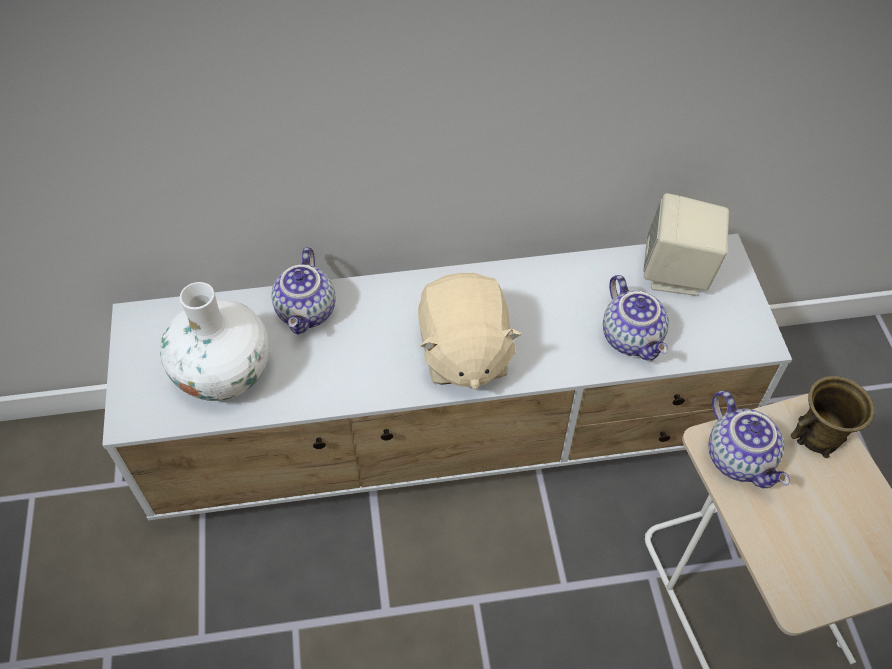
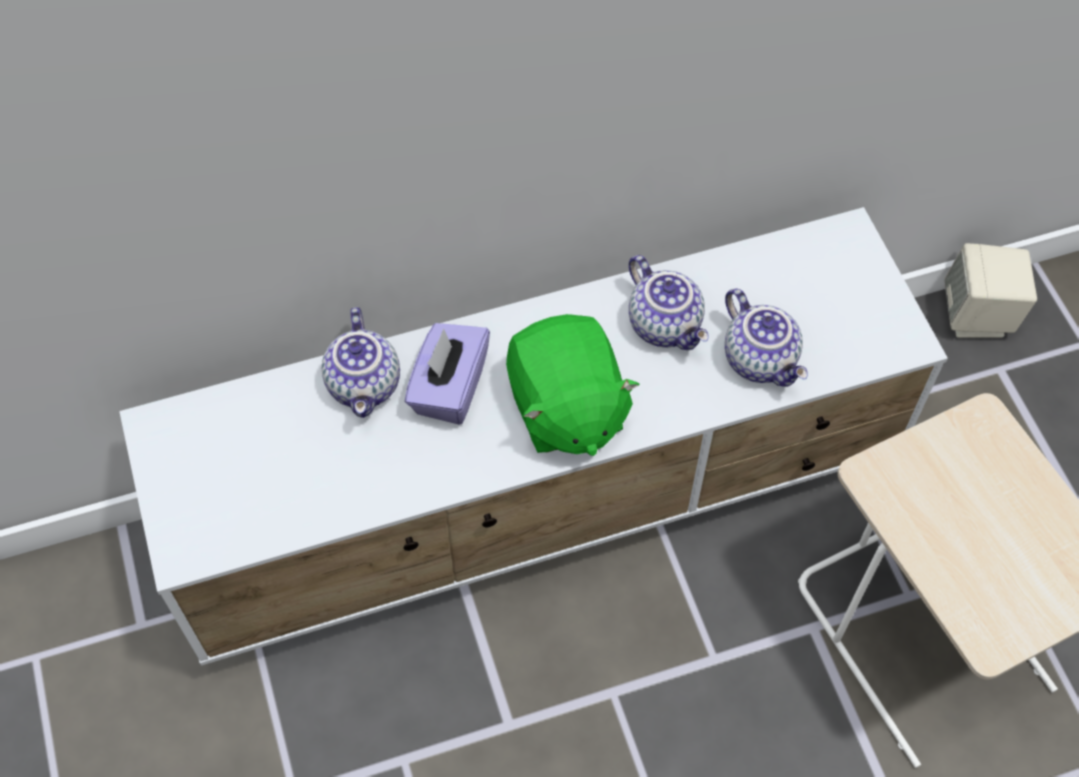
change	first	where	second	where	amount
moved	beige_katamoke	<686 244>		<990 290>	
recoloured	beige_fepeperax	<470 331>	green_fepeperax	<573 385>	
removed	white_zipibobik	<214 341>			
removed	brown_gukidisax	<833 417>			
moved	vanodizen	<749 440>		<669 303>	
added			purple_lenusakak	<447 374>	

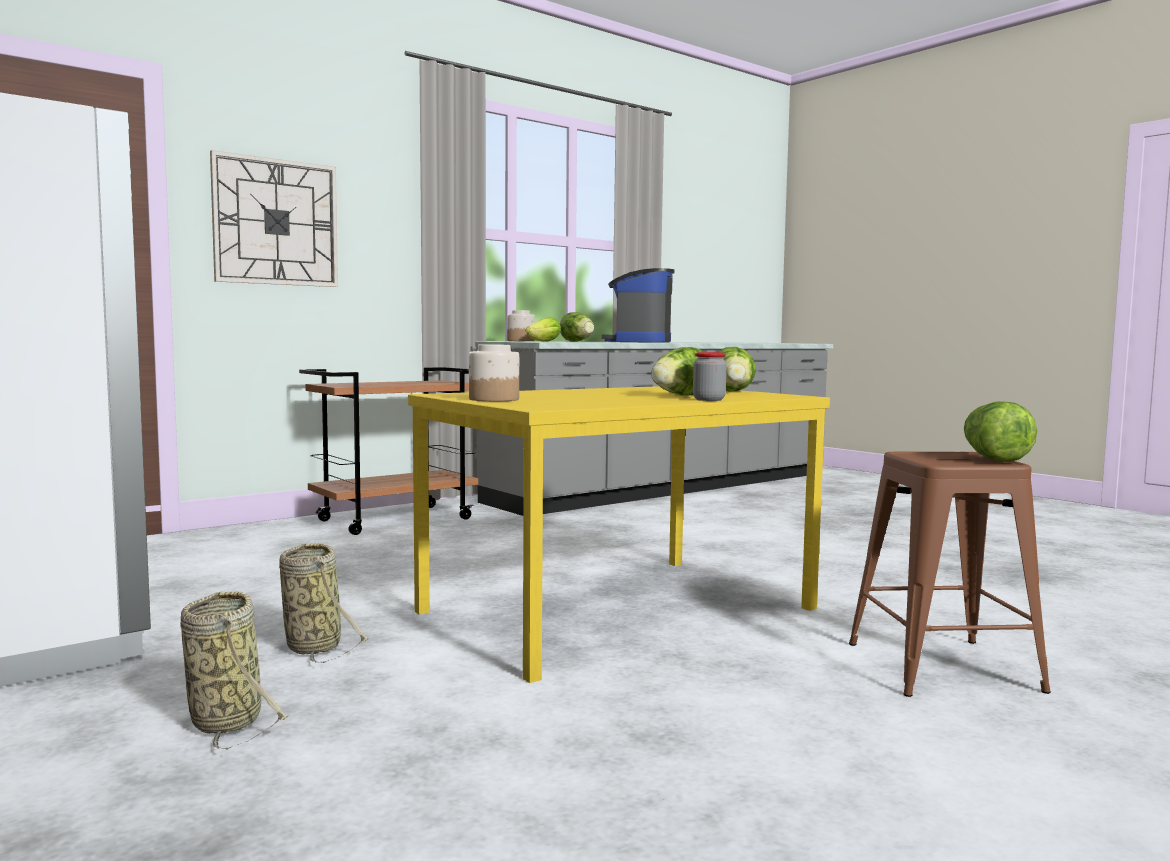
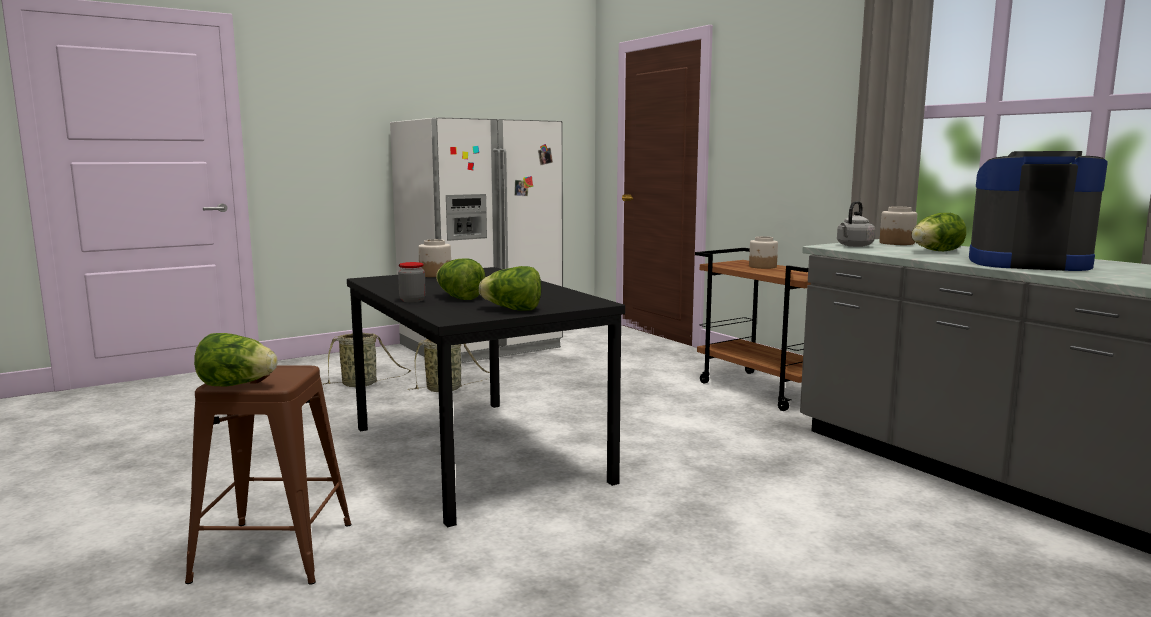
change	first	where	second	where	amount
removed	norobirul	<274 218>			
replaced	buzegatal	<543 330>	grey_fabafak	<856 224>	
recoloured	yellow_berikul	<619 534>	black_berikul	<486 397>	
added			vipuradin	<763 252>	

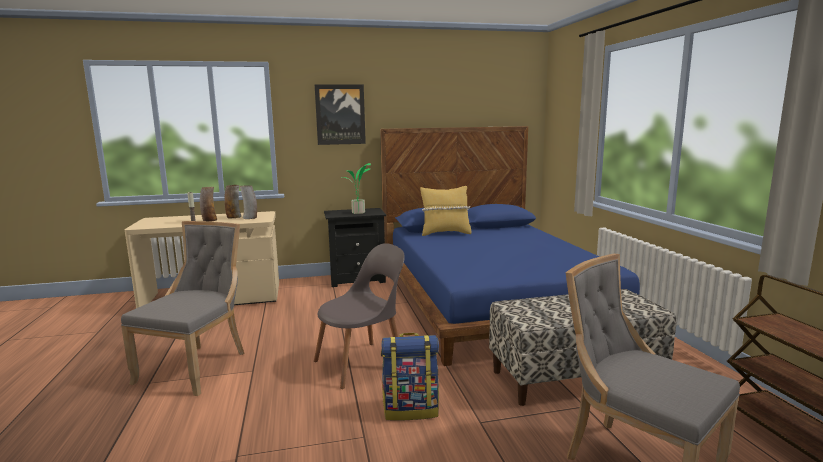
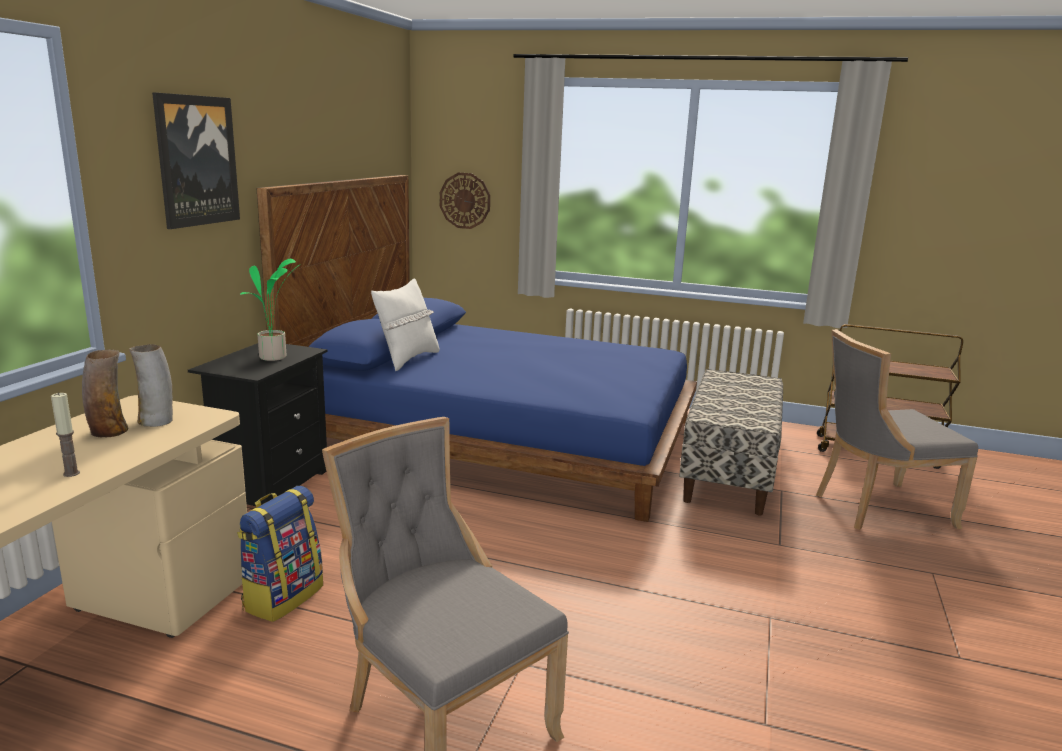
change	first	where	second	where	amount
recoloured	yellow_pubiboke	<445 211>	white_pubiboke	<405 325>	
removed	zipibobik	<208 204>			
removed	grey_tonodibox	<359 316>			
moved	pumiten	<410 377>		<280 554>	
added			norobirul	<465 201>	

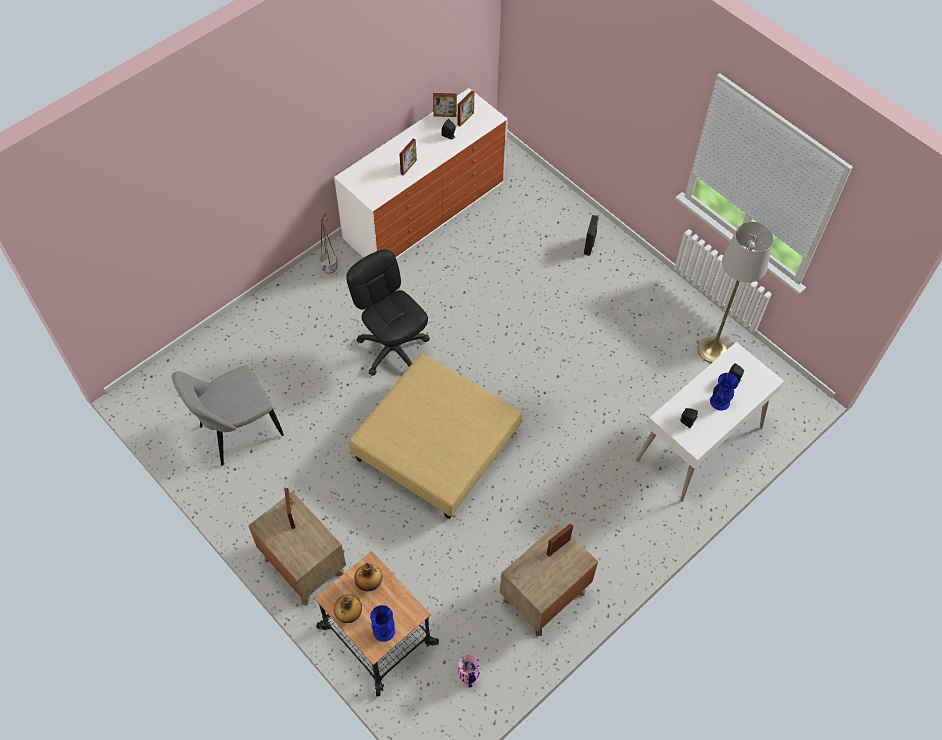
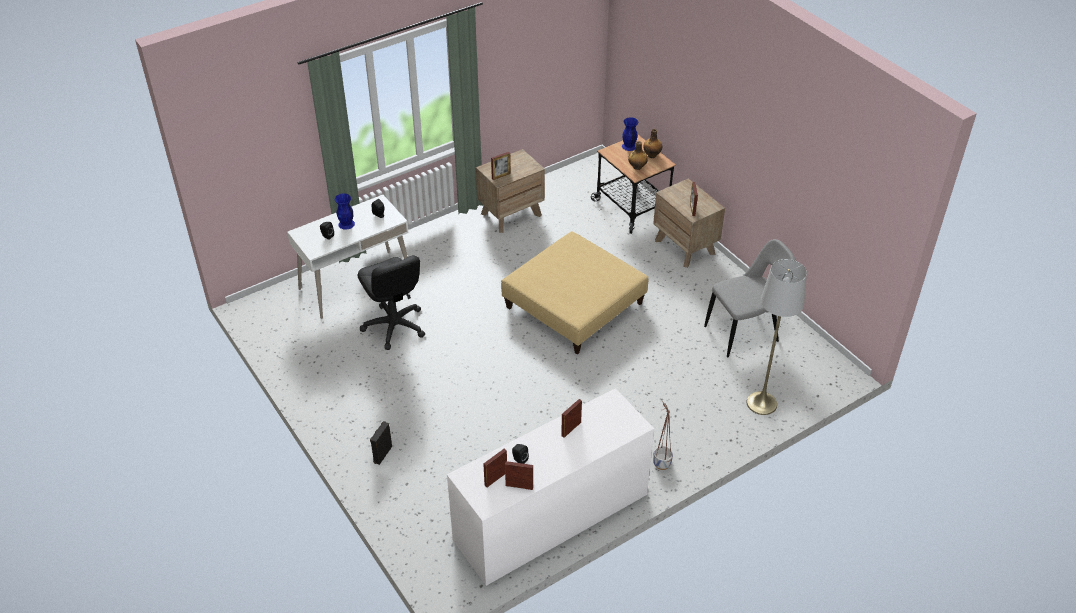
change	first	where	second	where	amount
moved	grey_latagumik	<736 292>		<777 337>	
moved	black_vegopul	<388 312>		<391 302>	
removed	pink_zipibobik	<469 671>			

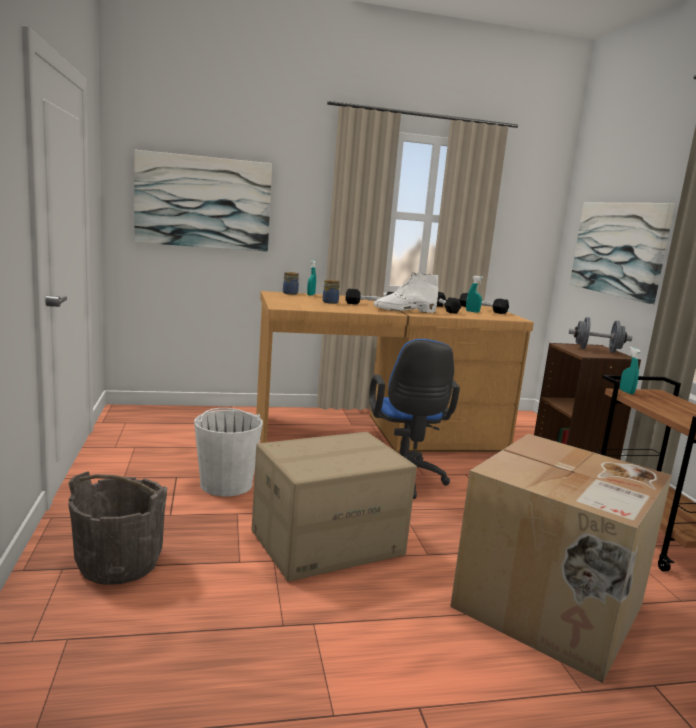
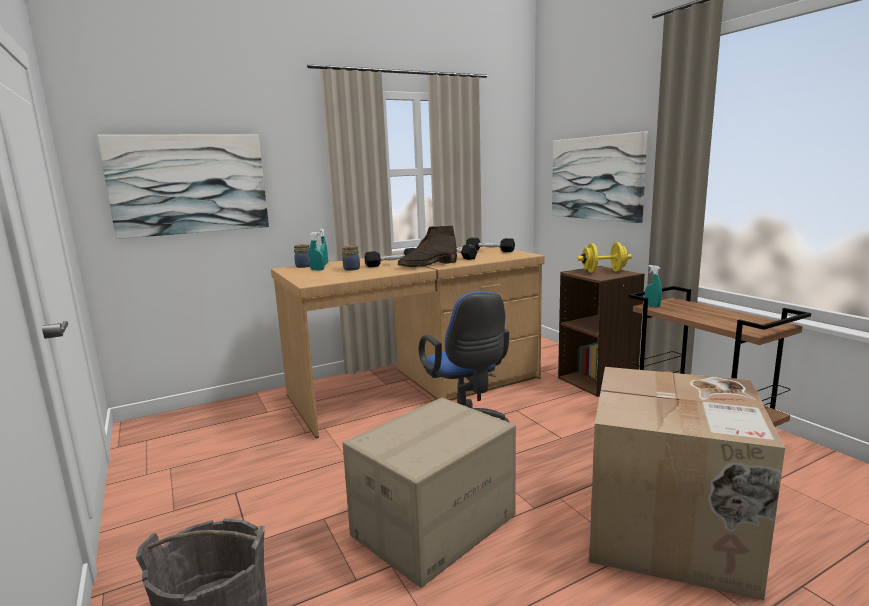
change	first	where	second	where	amount
recoloured	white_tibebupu	<406 293>	brown_tibebupu	<427 246>	
moved	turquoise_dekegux	<474 294>		<316 251>	
recoloured	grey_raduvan	<600 335>	yellow_raduvan	<604 257>	
removed	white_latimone	<228 452>			

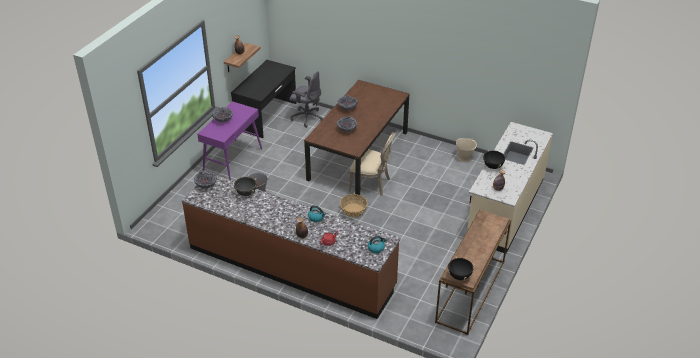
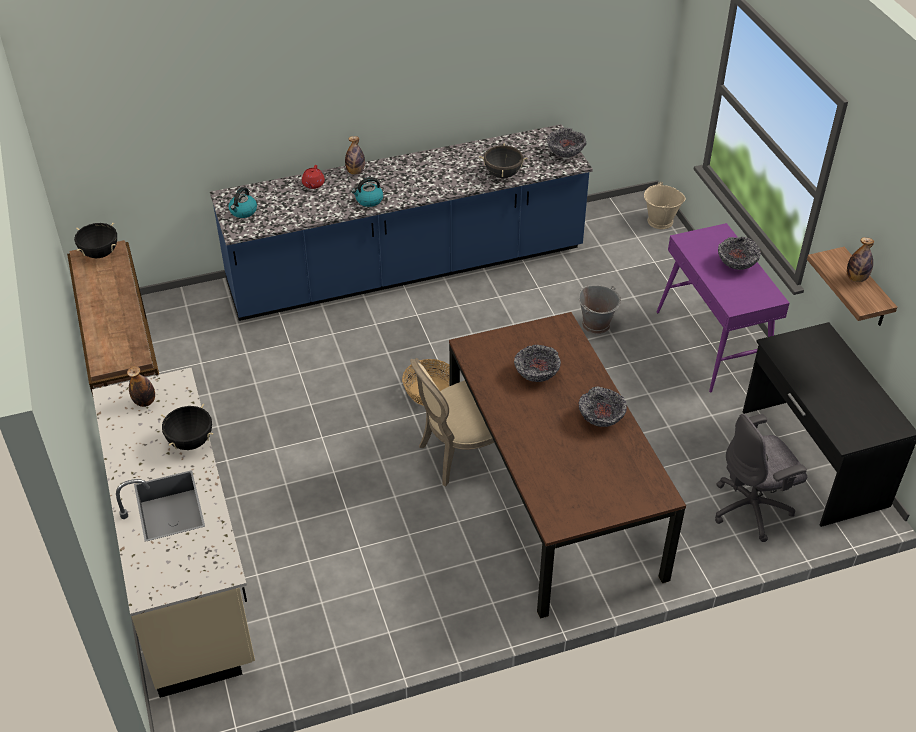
change	first	where	second	where	amount
moved	beige_latimone	<466 150>		<665 205>	
recoloured	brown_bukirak	<291 247>	blue_bukirak	<401 222>	

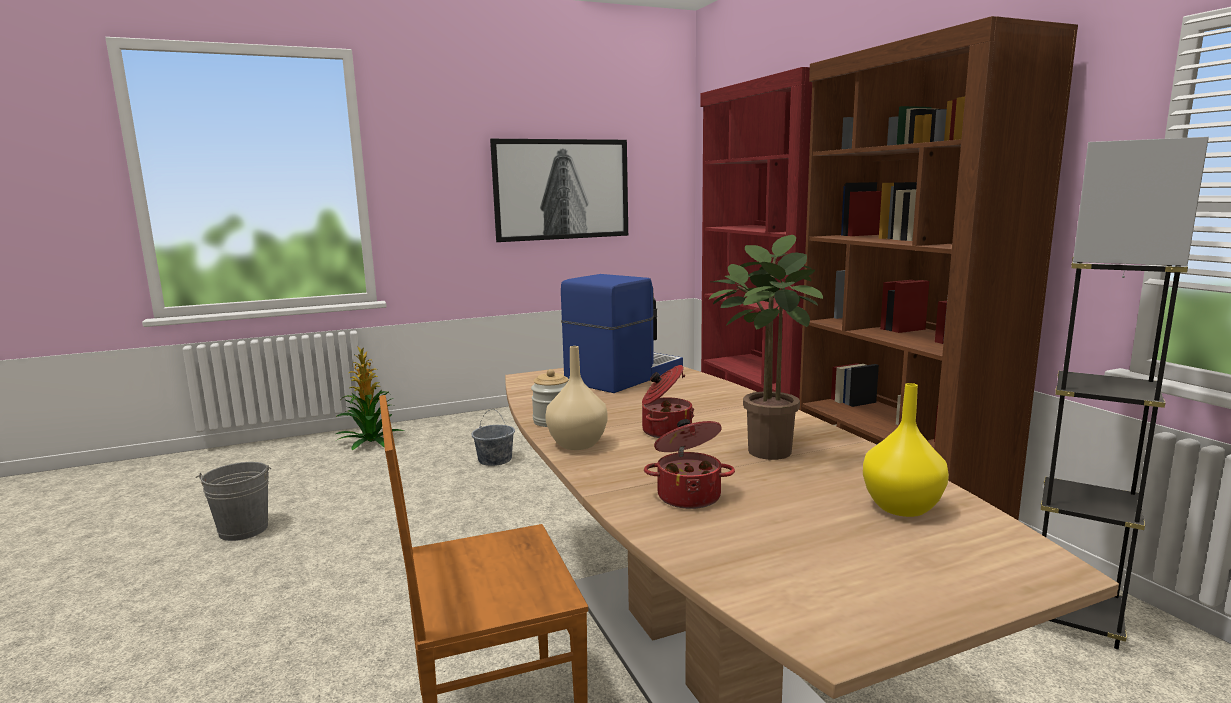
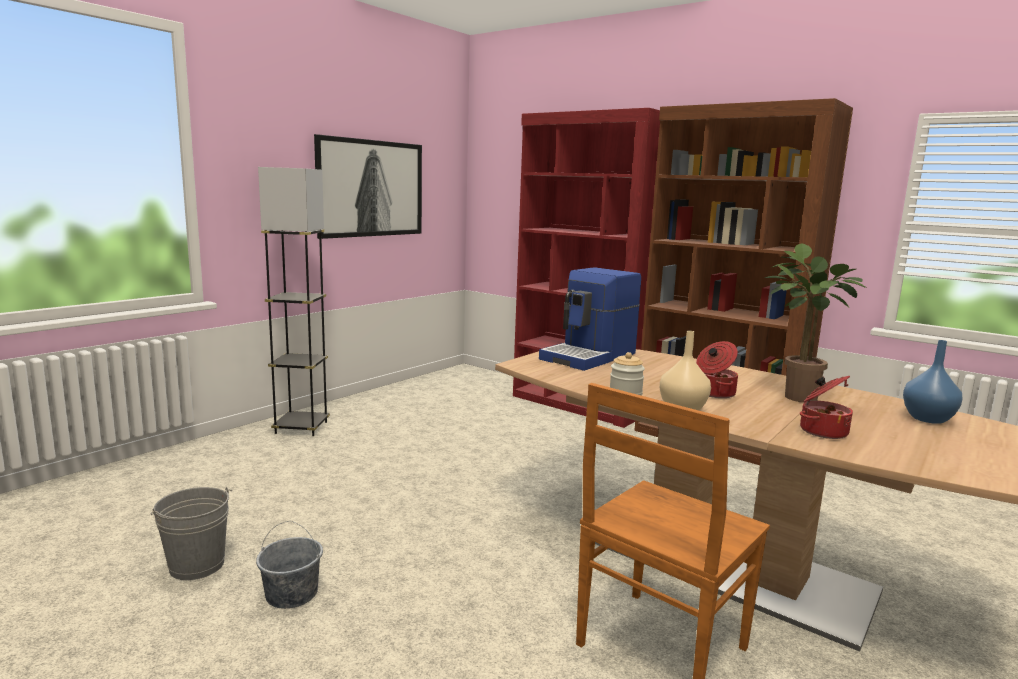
change	first	where	second	where	amount
moved	grey_latagumik	<1125 393>		<294 301>	
turned	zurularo	<622 333>		<590 319>	150 degrees counterclockwise
removed	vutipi	<370 398>			
recoloured	yellow_zipibobik	<906 450>	blue_zipibobik	<932 382>	
moved	grey_latimone	<493 437>		<289 565>	

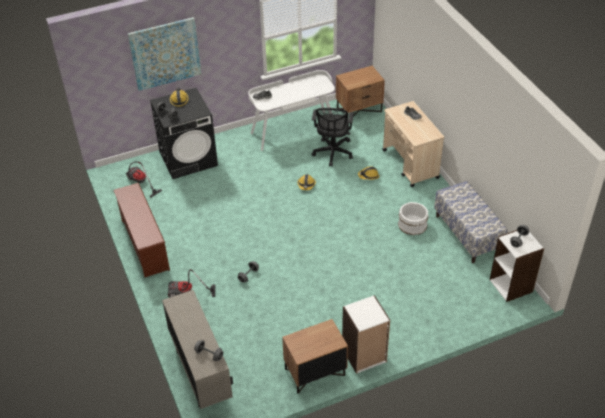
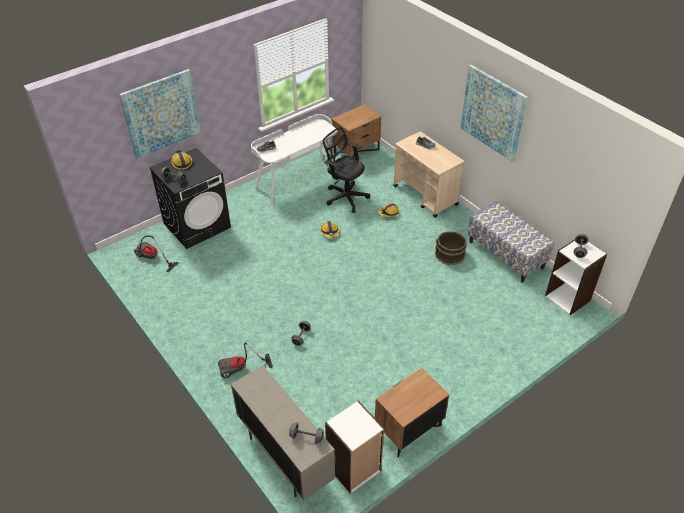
change	first	where	second	where	amount
turned	black_vegopul	<332 137>		<346 170>	135 degrees clockwise
removed	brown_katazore	<141 230>			
recoloured	white_latimone	<413 218>	brown_latimone	<451 248>	
moved	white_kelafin	<366 334>		<354 447>	
added			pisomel	<494 113>	

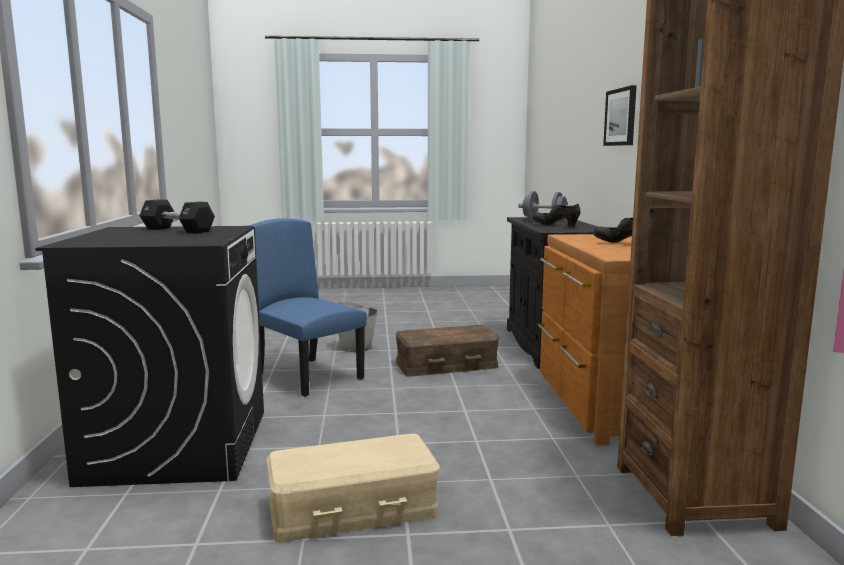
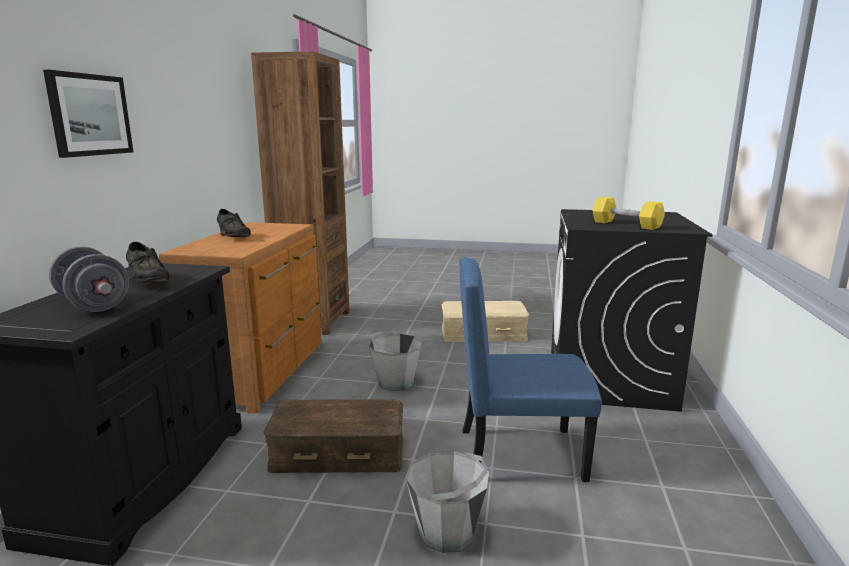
change	first	where	second	where	amount
recoloured	black_raduvan	<177 216>	yellow_raduvan	<628 213>	
turned	blue_tonodibox	<308 307>		<530 369>	120 degrees clockwise
added			grey_latimone	<395 361>	

